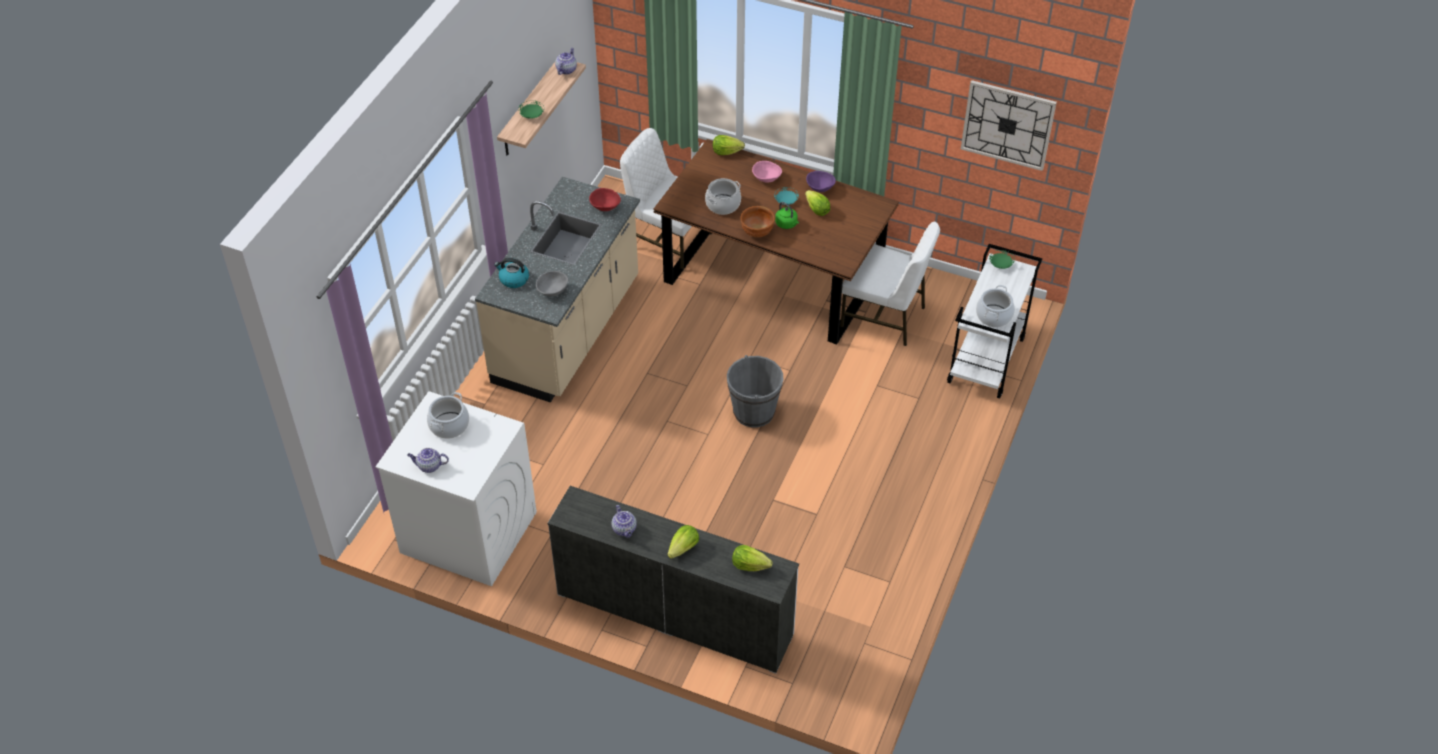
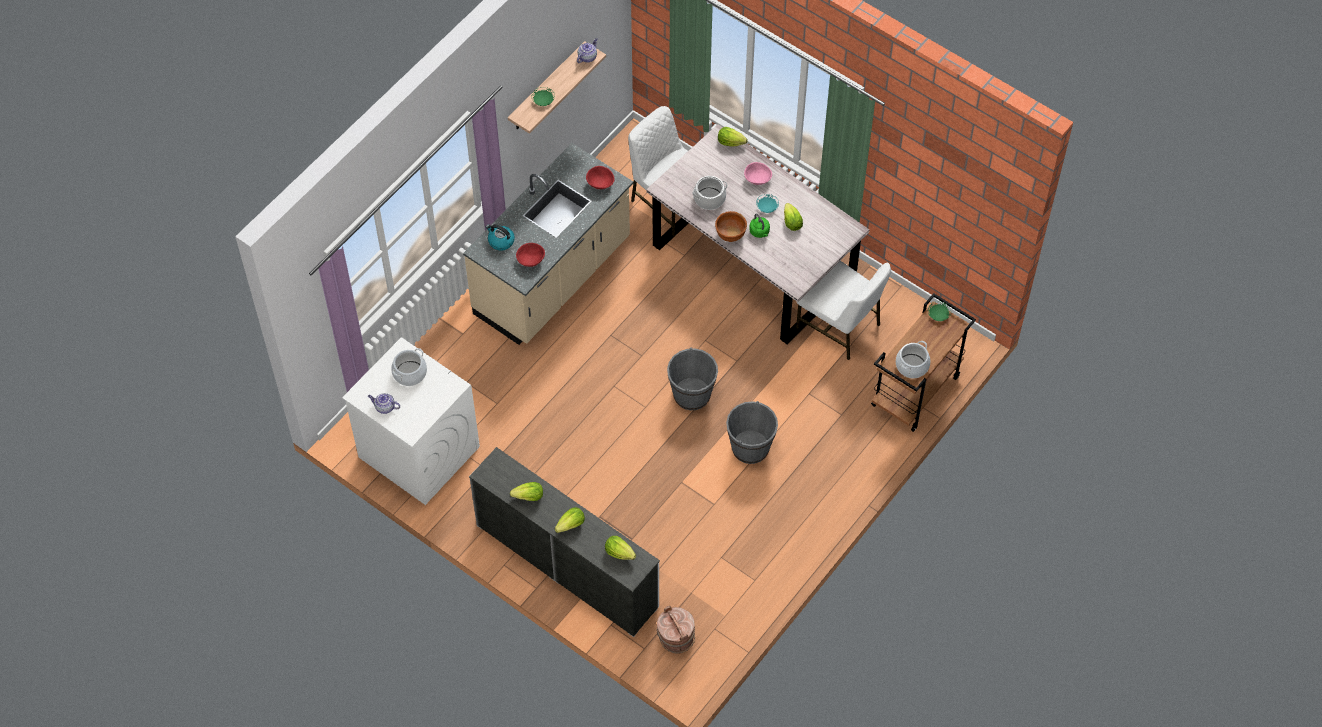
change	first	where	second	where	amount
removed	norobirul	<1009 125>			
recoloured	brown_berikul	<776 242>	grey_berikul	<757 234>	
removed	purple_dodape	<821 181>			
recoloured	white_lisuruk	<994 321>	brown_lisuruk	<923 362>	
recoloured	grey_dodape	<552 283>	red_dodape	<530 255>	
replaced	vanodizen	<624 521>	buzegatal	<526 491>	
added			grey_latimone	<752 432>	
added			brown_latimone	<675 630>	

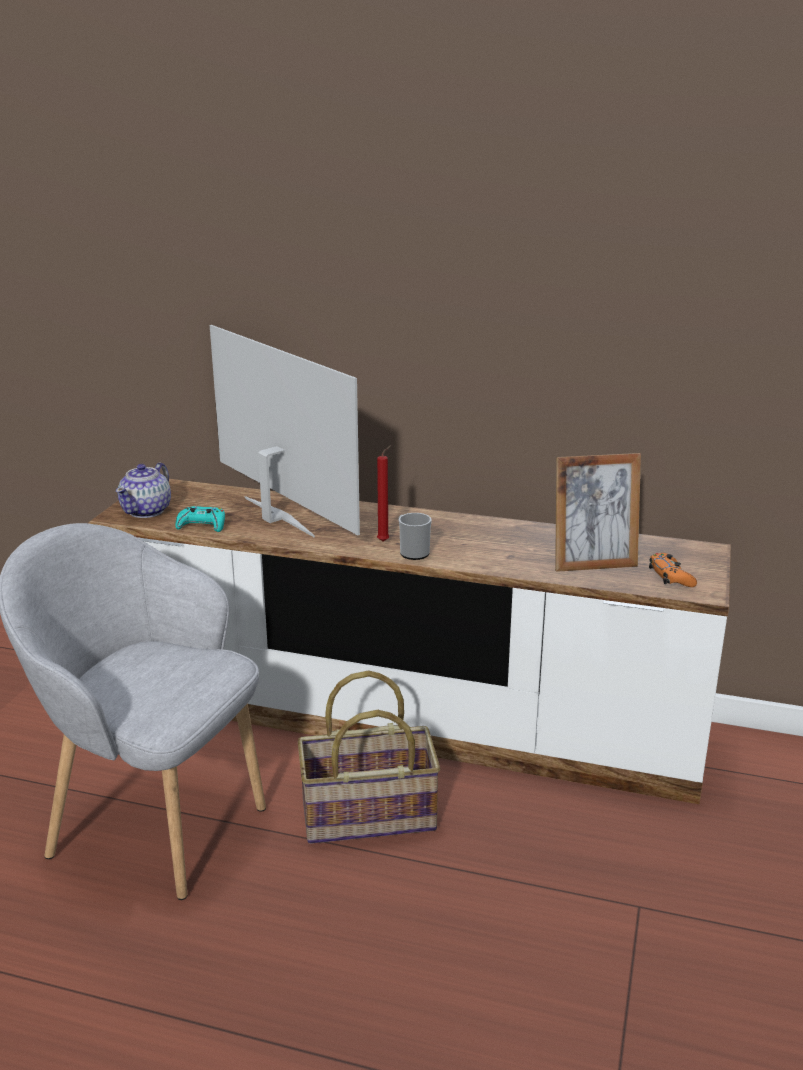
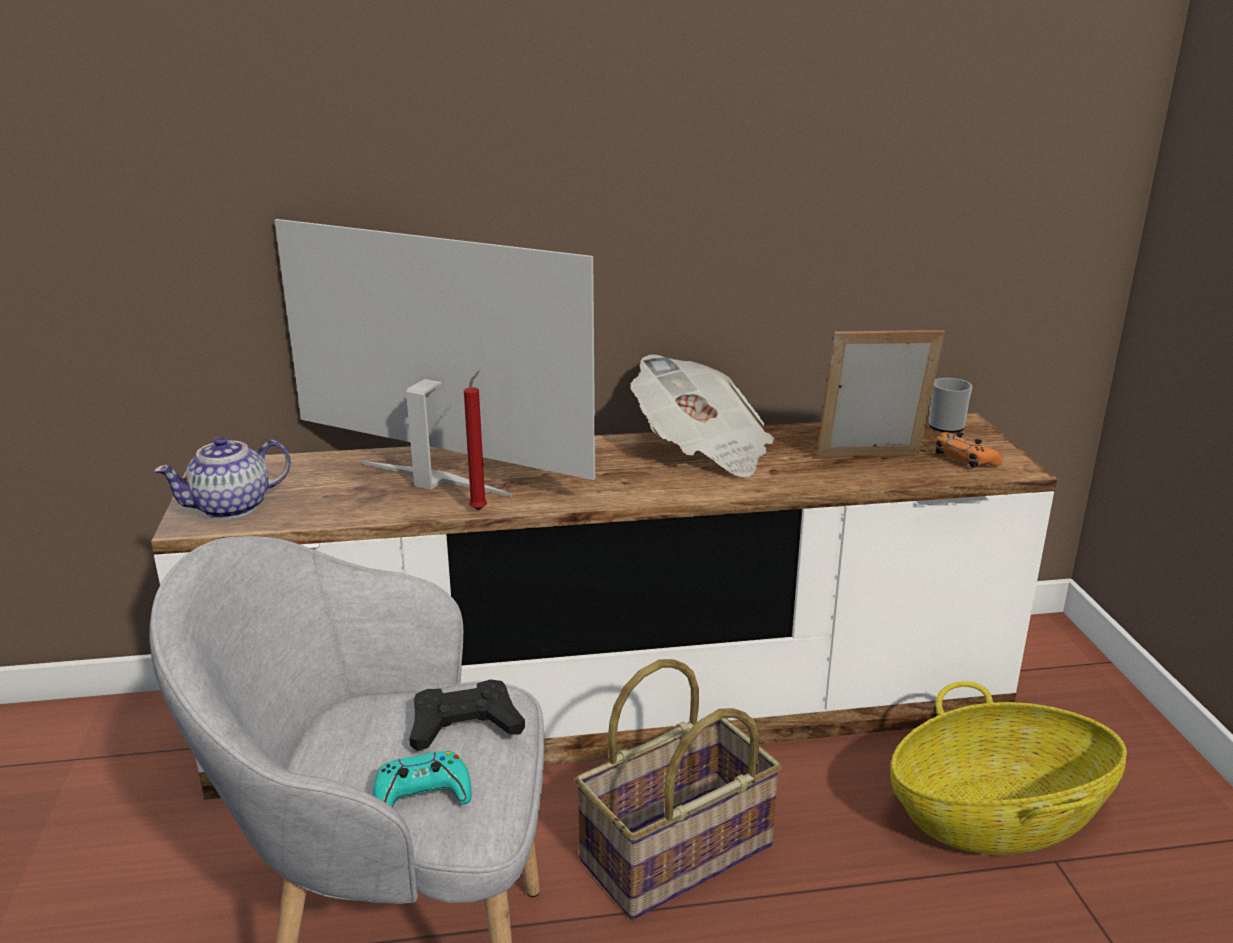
change	first	where	second	where	amount
moved	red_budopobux	<384 493>		<475 441>	
turned	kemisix	<598 512>		<880 393>	150 degrees counterclockwise
turned	vanodizen	<143 490>		<222 477>	60 degrees clockwise
moved	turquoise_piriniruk	<200 519>		<422 779>	
moved	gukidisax	<415 536>		<950 405>	
added			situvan	<702 415>	
added			black_piriniruk	<467 715>	
added			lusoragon	<1008 768>	

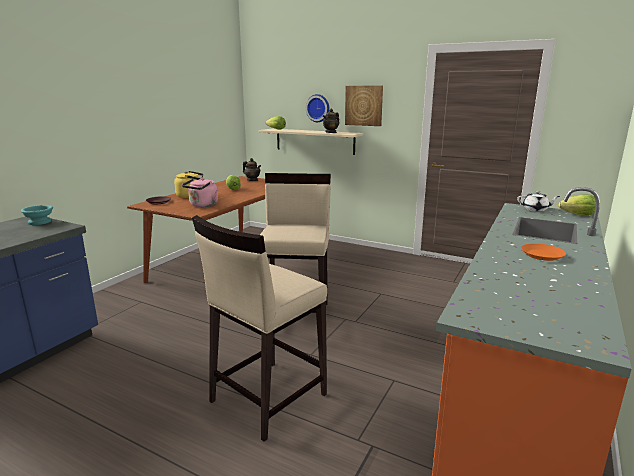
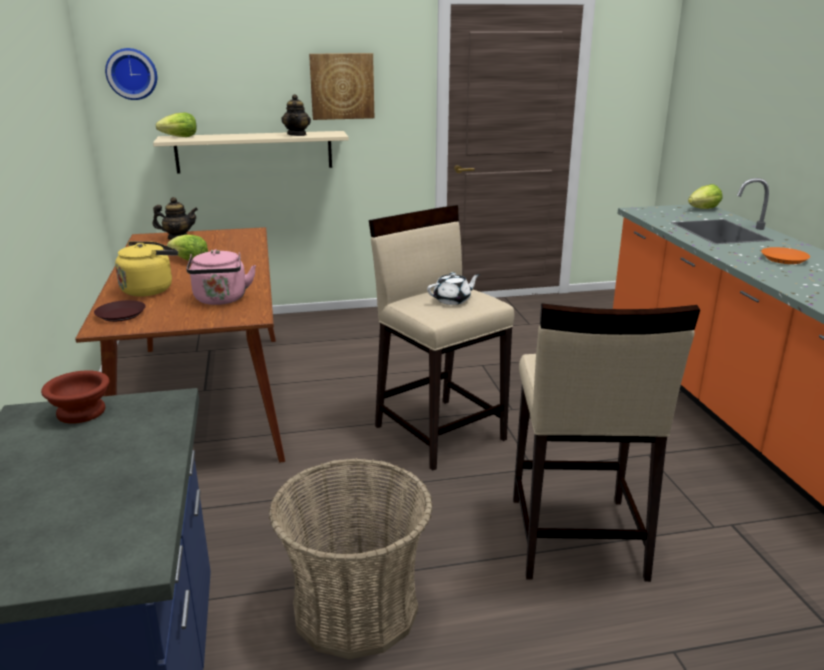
change	first	where	second	where	amount
moved	norobirul	<317 108>		<131 74>	
moved	white_vanodizen	<538 201>		<453 288>	
recoloured	turquoise_dodape	<37 215>	brown_dodape	<75 397>	
added			lusoragon	<351 558>	

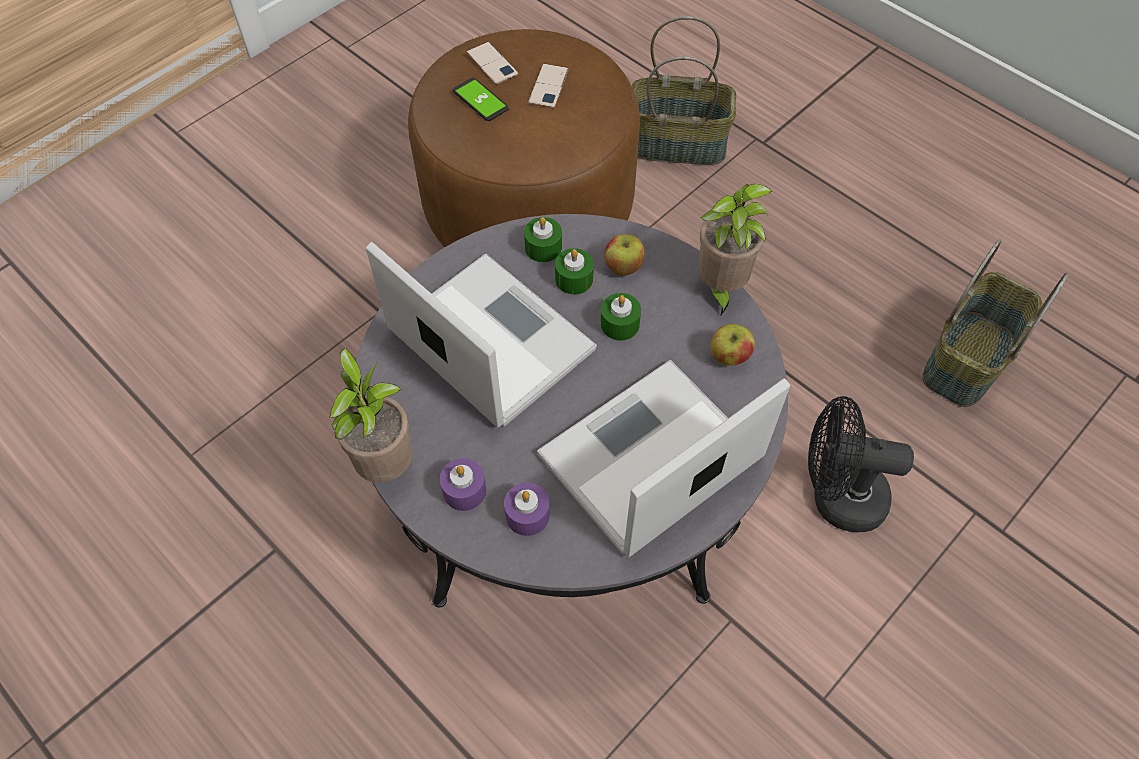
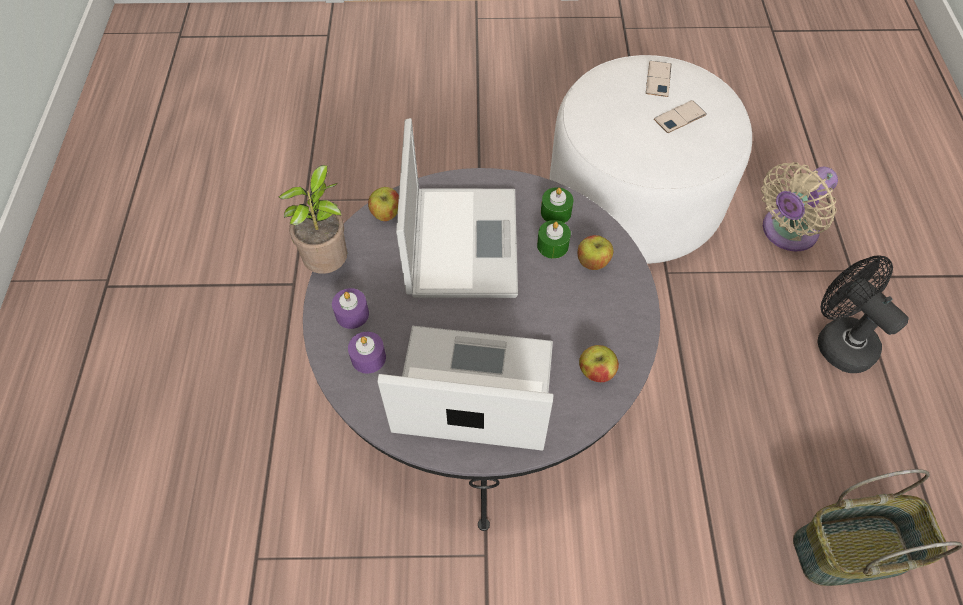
change	first	where	second	where	amount
replaced	lusoragon	<684 90>	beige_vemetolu	<799 206>	
recoloured	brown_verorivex	<524 138>	white_verorivex	<651 159>	
removed	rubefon	<481 99>			
removed	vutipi	<735 250>			
removed	green_budopobux	<620 317>			
moved	black_vemetolu	<861 464>		<863 314>	
added			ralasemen	<383 204>	

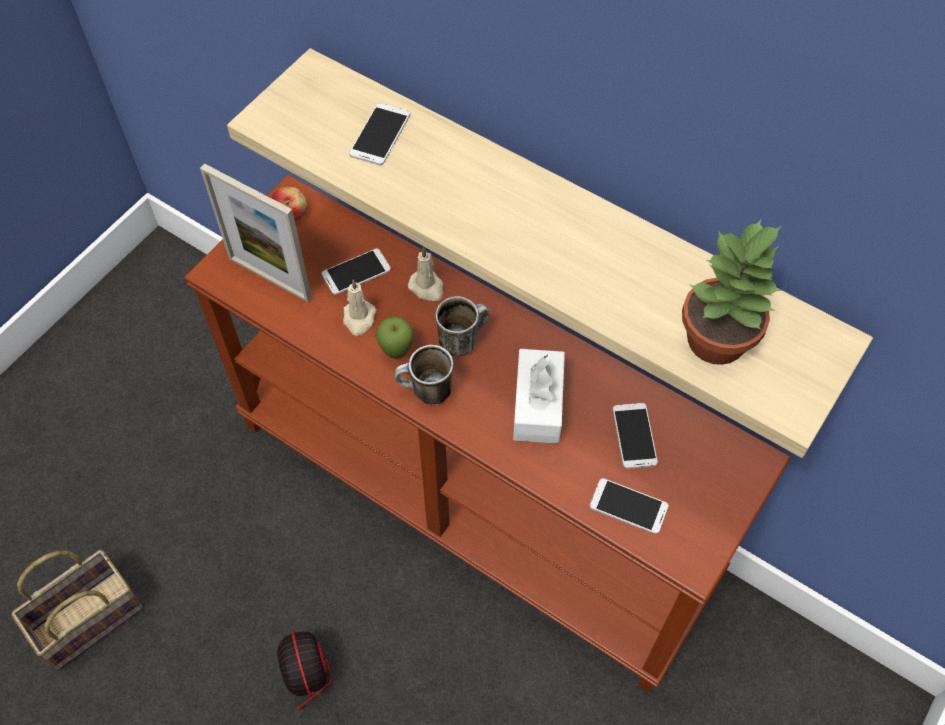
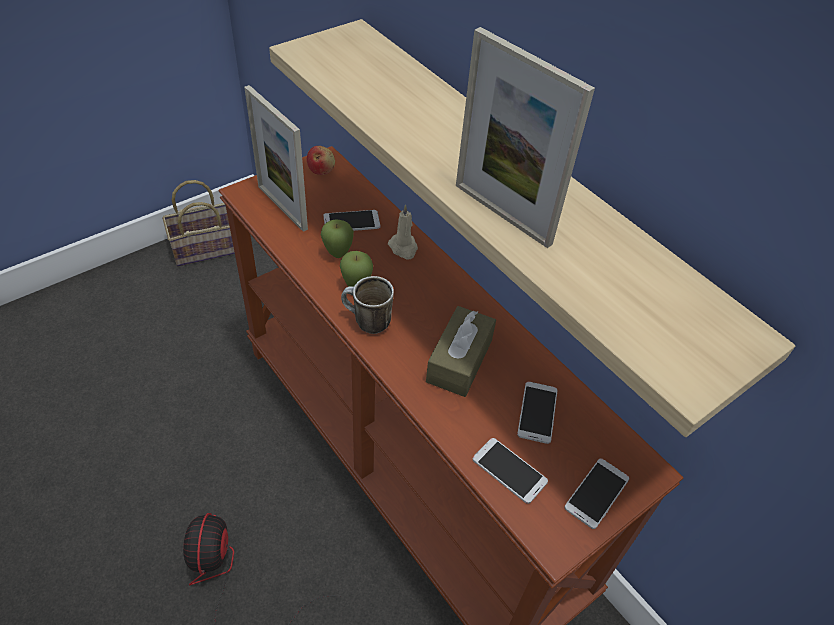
change	first	where	second	where	amount
moved	rubefon	<379 134>		<596 494>	
removed	vutipi	<731 292>			
replaced	beige_budopobux	<360 307>	ralasemen	<337 238>	
removed	gukidisax	<462 326>			
recoloured	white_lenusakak	<539 396>	brown_lenusakak	<461 351>	
moved	lusoragon	<77 610>		<198 223>	
added			kemisix	<525 137>	

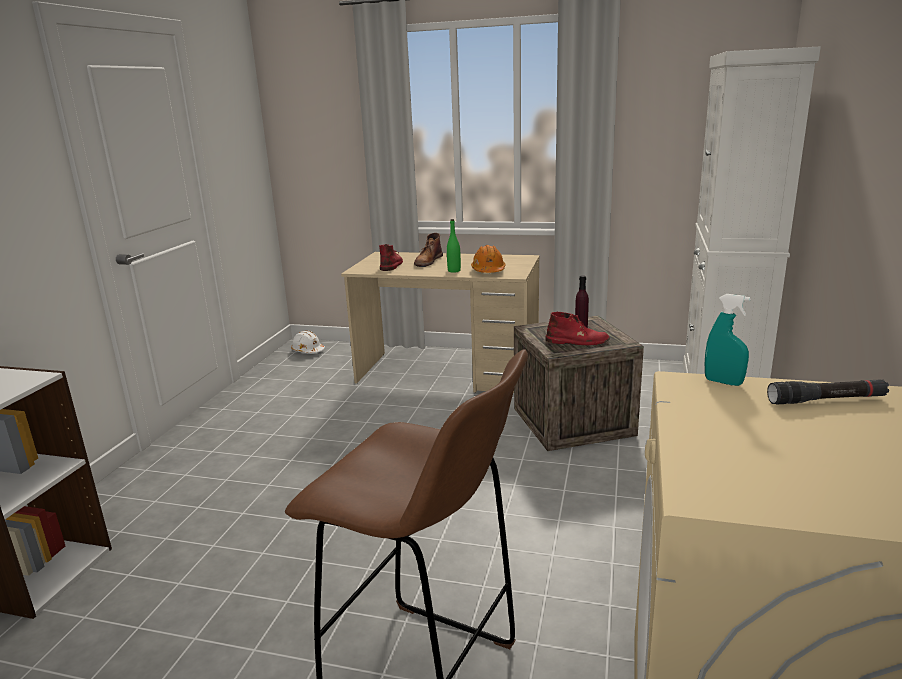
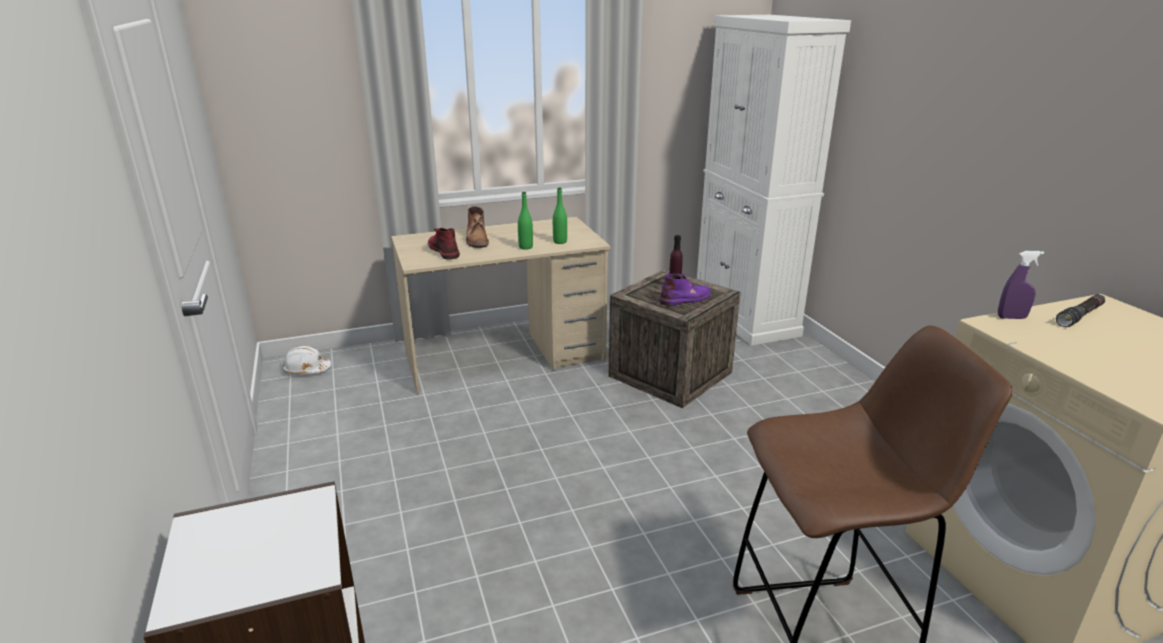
change	first	where	second	where	amount
replaced	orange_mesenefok	<488 259>	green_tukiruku	<560 215>	
recoloured	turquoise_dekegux	<728 340>	purple_dekegux	<1021 285>	
recoloured	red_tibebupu	<577 328>	purple_tibebupu	<685 289>	

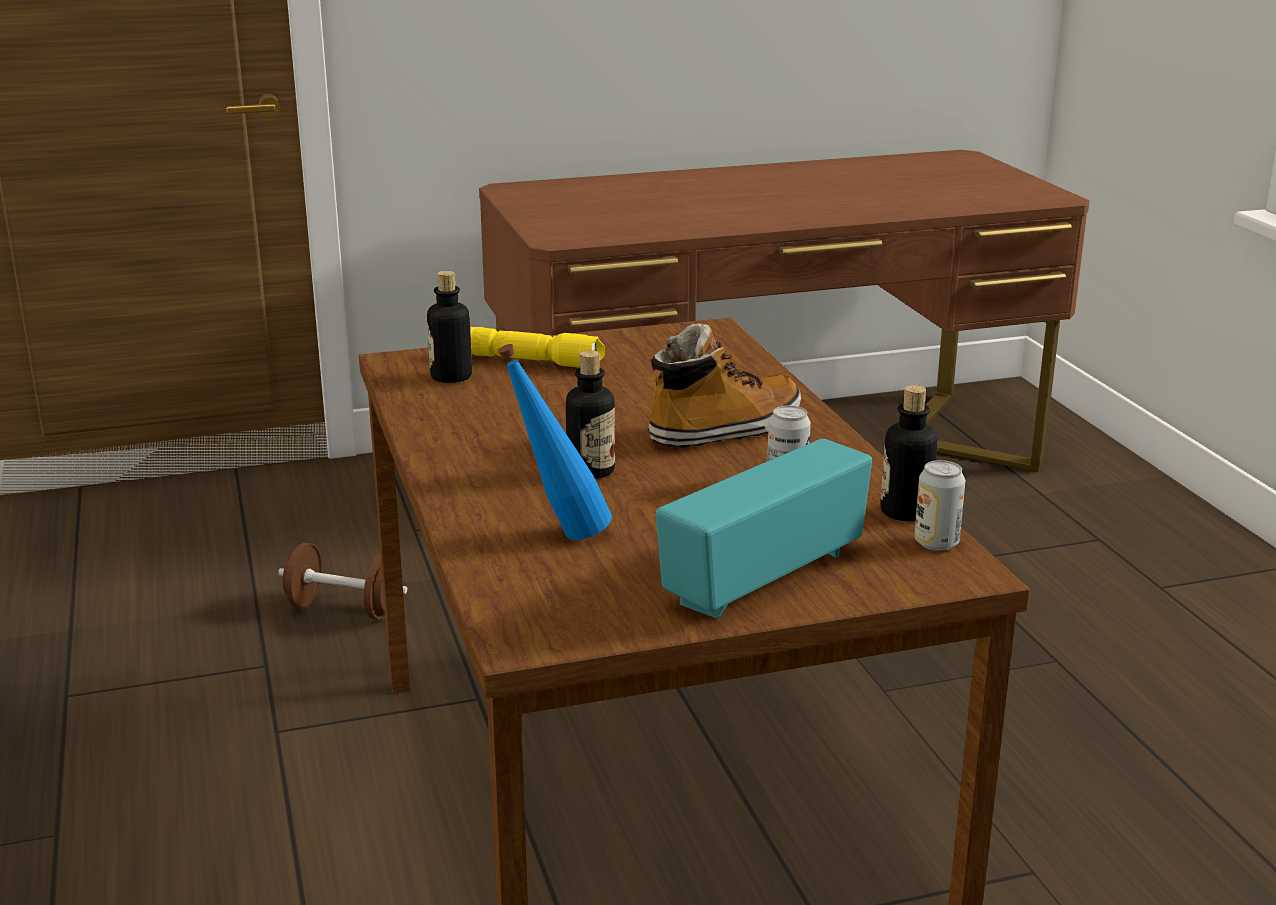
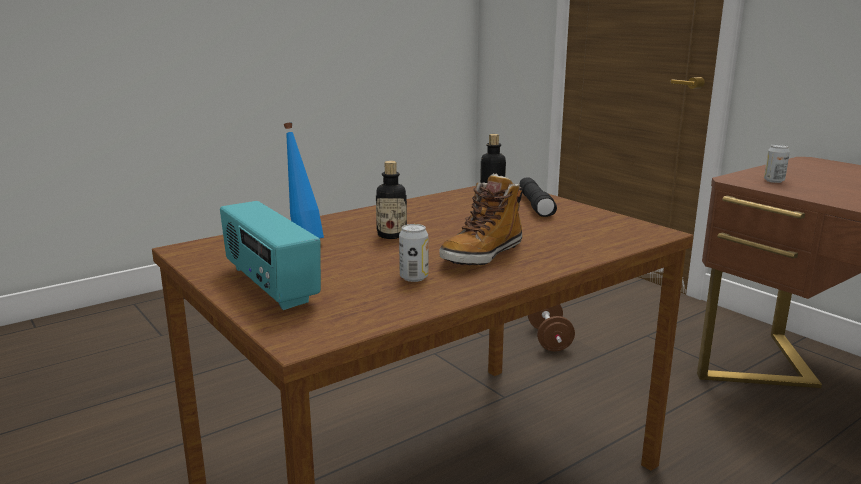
change	first	where	second	where	amount
turned	tibebupu	<724 385>		<480 219>	90 degrees clockwise
recoloured	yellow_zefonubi	<537 347>	black_zefonubi	<538 197>	
removed	tukiruku	<909 453>			
turned	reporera	<764 528>		<270 255>	150 degrees counterclockwise
moved	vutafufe	<939 505>		<777 163>	

